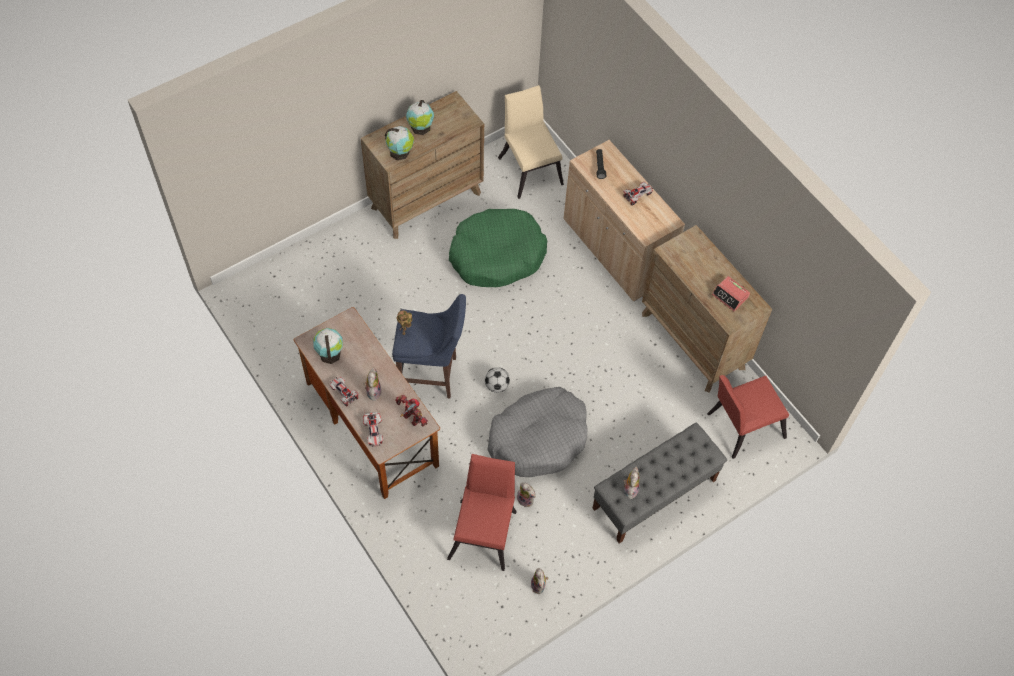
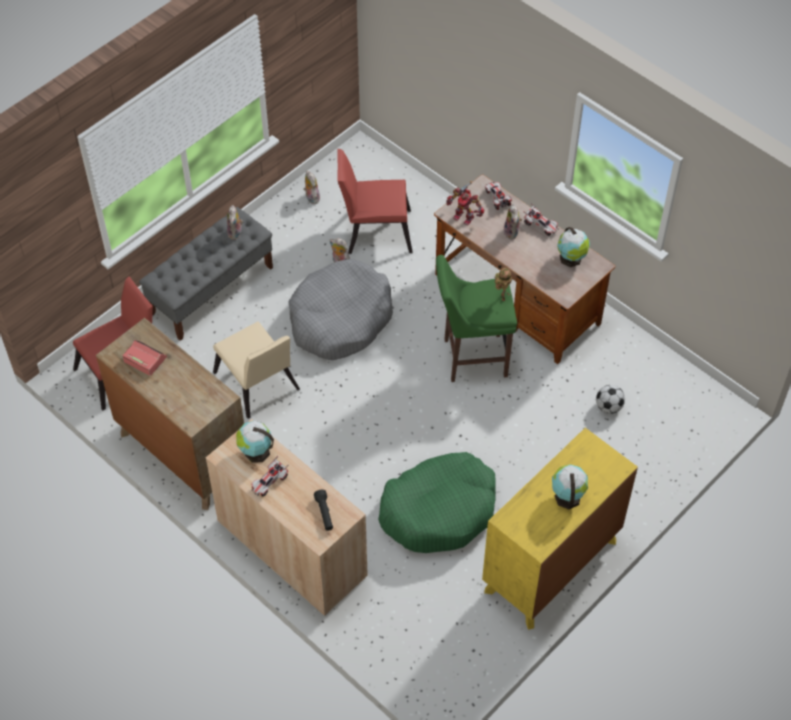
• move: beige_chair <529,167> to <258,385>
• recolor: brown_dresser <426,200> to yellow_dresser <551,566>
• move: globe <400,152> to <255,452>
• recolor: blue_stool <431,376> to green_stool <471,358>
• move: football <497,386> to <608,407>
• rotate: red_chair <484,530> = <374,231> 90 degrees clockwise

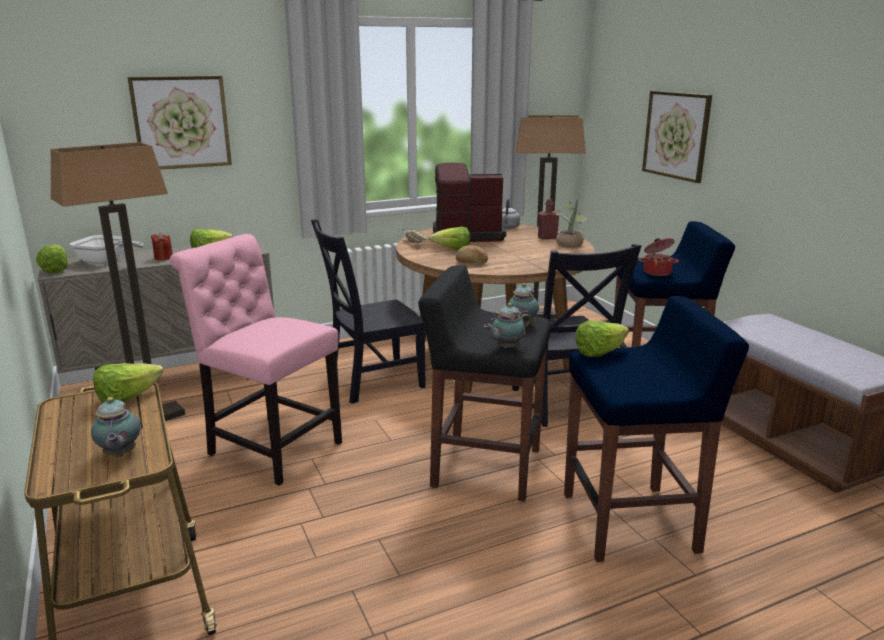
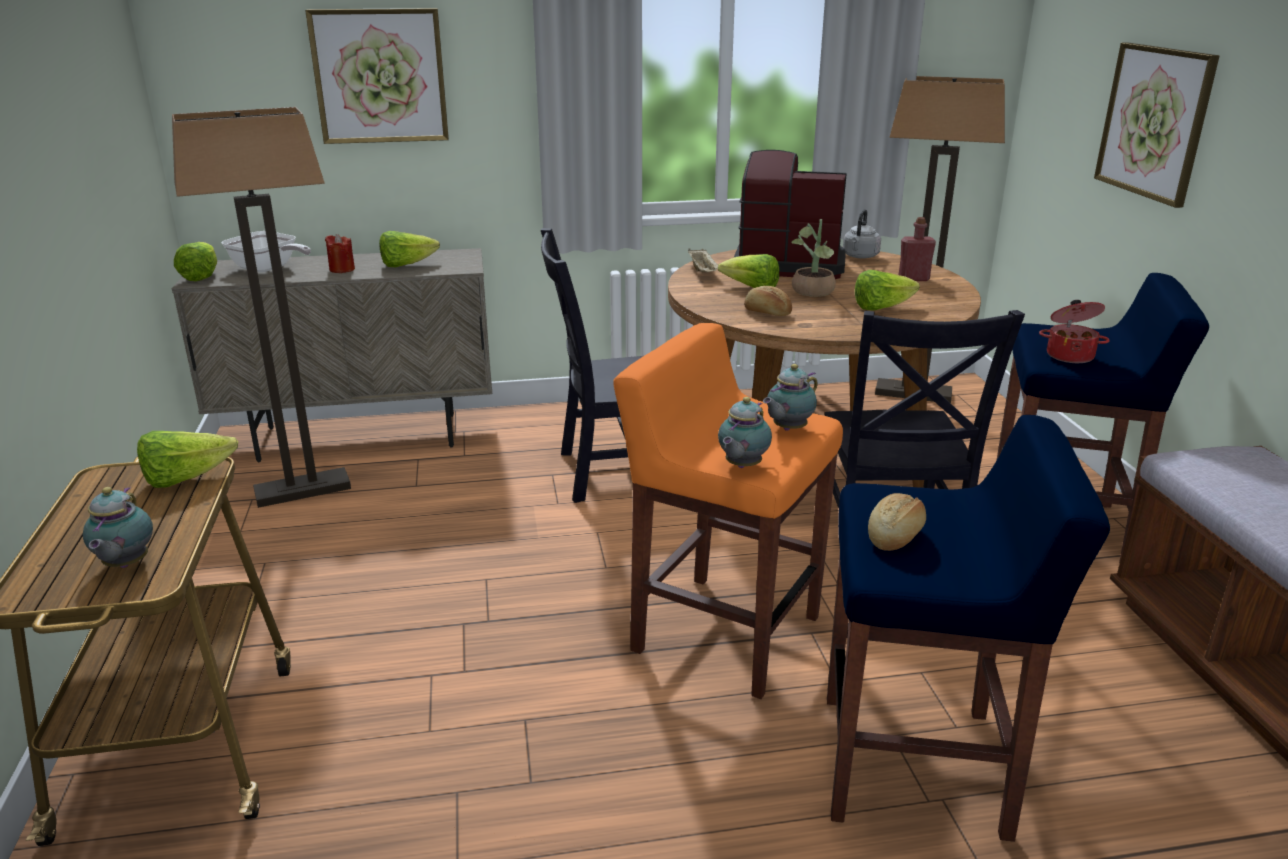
• move: potted_plant <570,245> to <812,292>
• delete: pink_chair <270,447>
• recolor: black_stool <484,467> to orange_stool <723,632>
• rotate: teapot <506,348> = <741,466> 45 degrees counterclockwise
• move: lettuce <599,353> to <881,308>
• insert: bread <896,535>

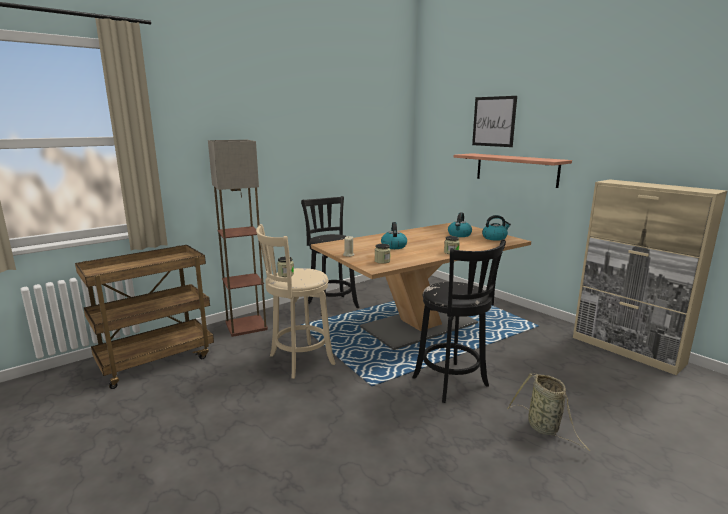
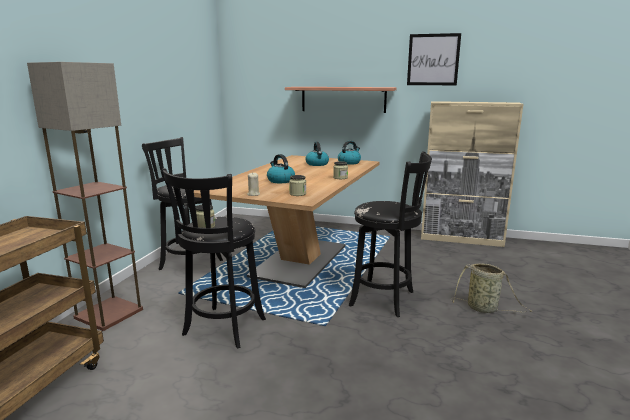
• move: picture <494,121> to <433,59>
• recolor: beige_stool <298,361> to black_stool <222,329>

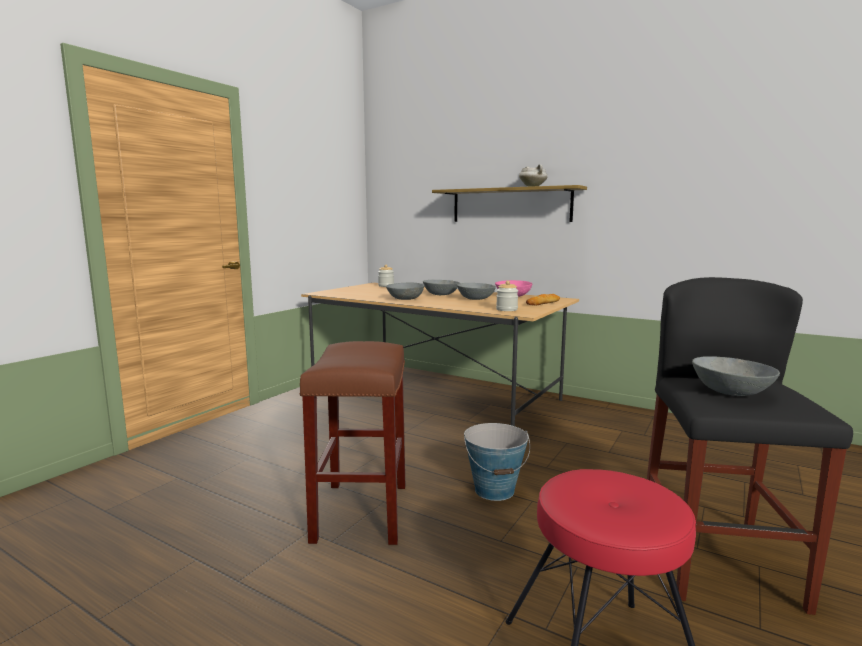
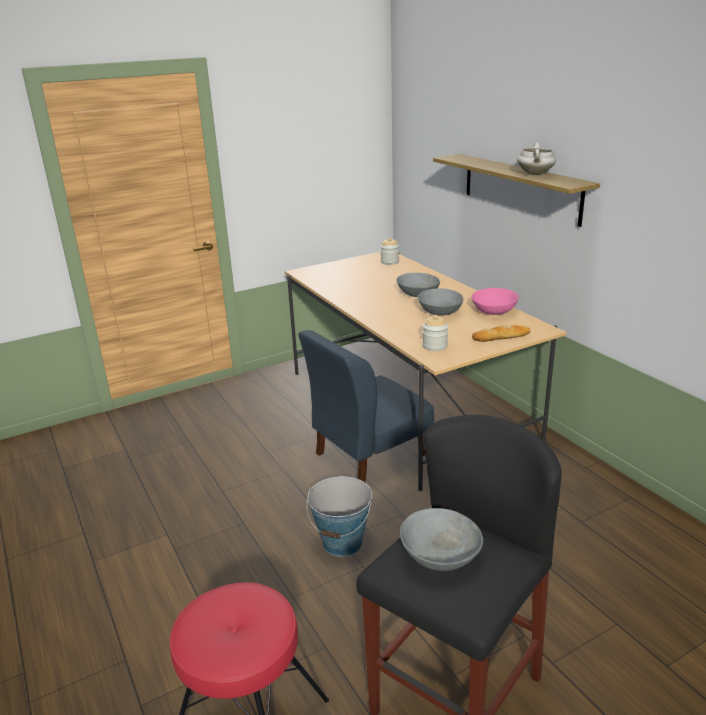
• delete: grey_bowl <405,299>
• delete: brown_stool <362,513>
• insert: blue_chair <369,454>

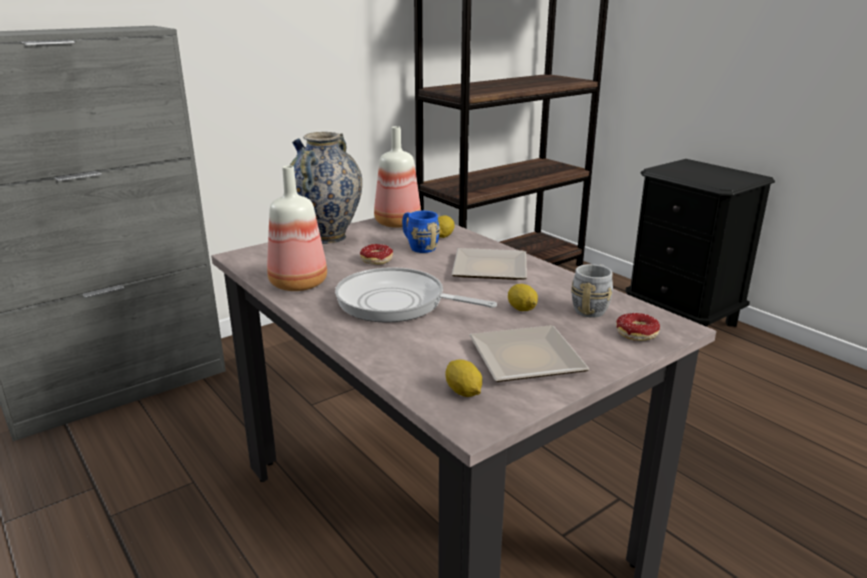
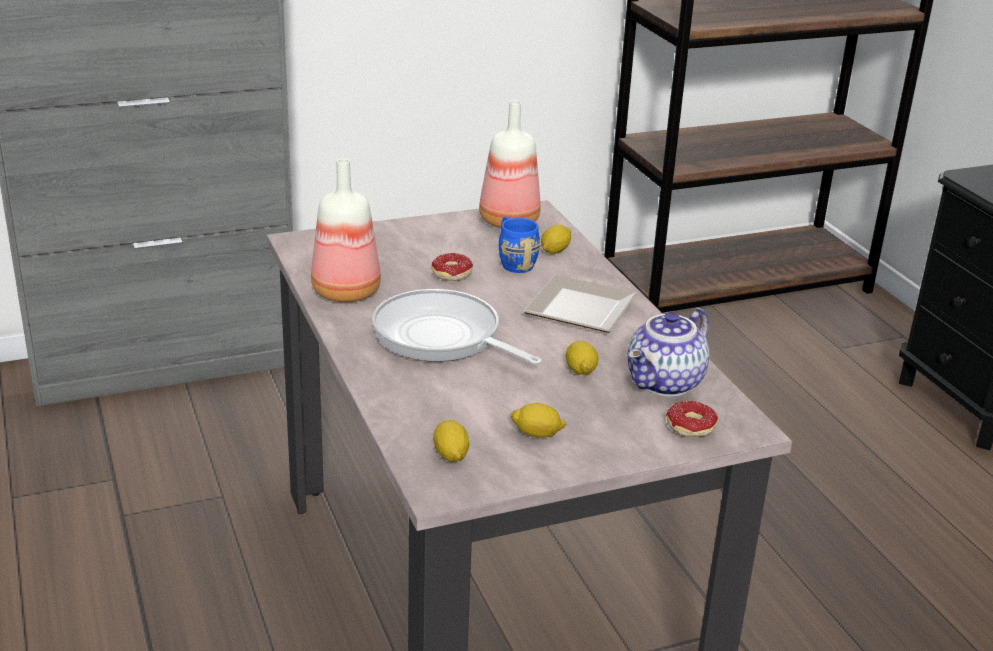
• delete: vase <327,237>
• replace: grey_mug <592,307> to teapot <666,384>
• replace: plate <523,361> to lemon <537,434>

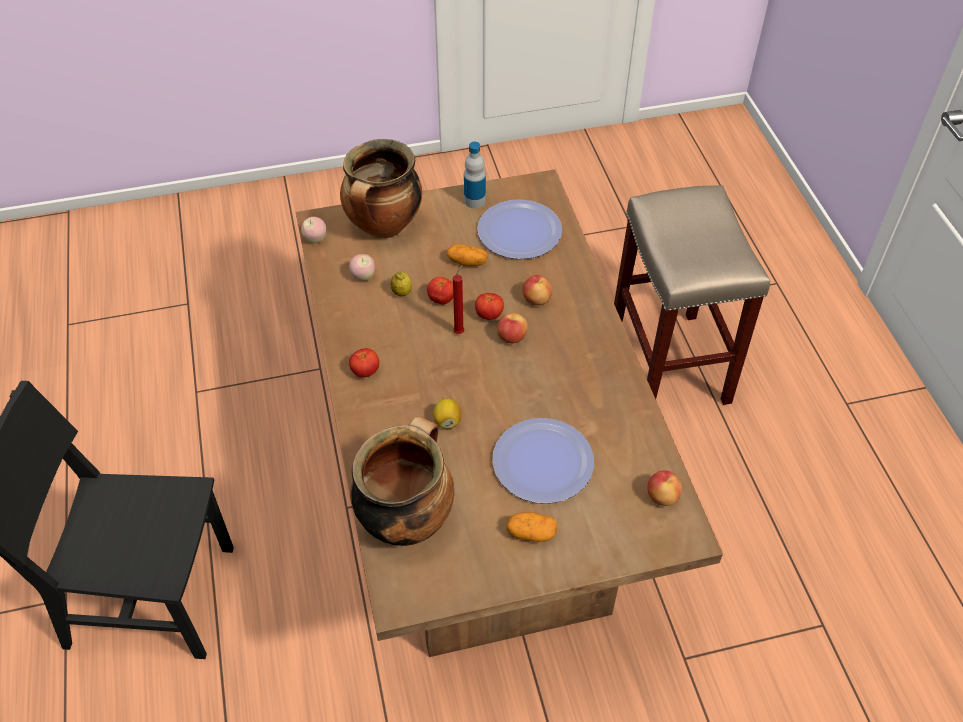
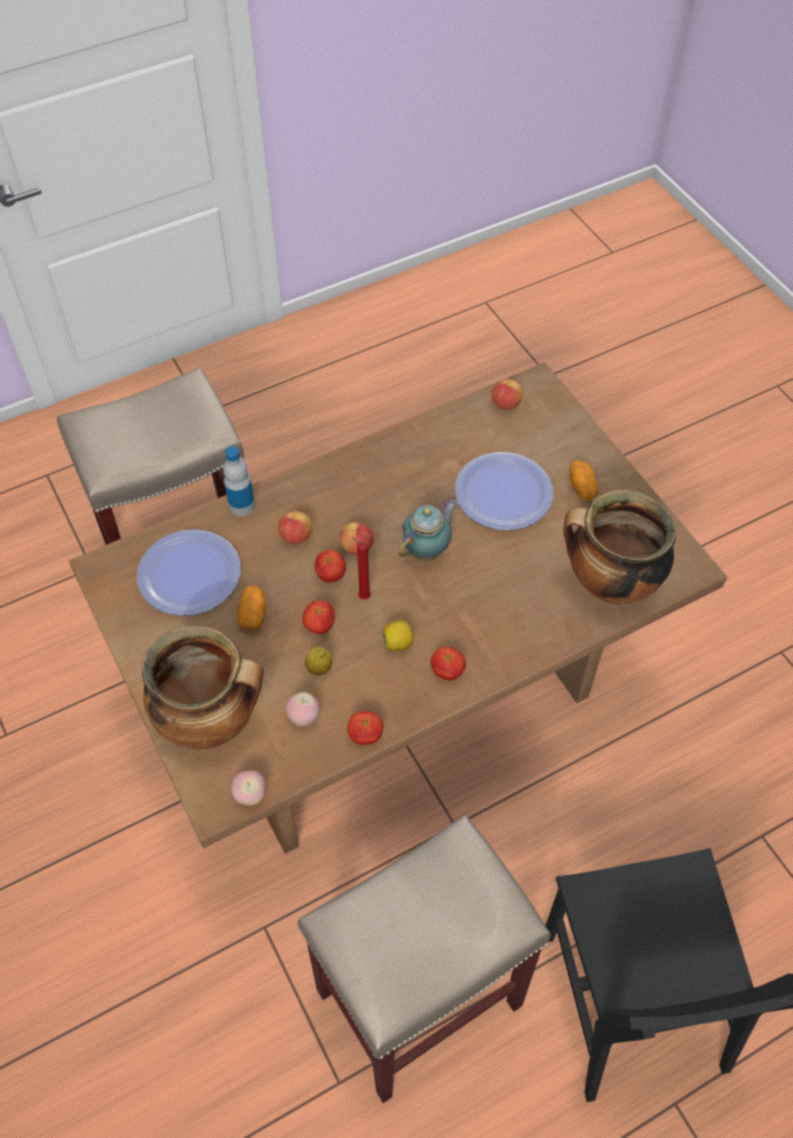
• move: bottle <474,201> to <242,506>
• move: lemon <447,421> to <398,643>
• insert: teapot <427,550>
• insert: tomato <365,735>
• insert: beige_stool <417,1000>

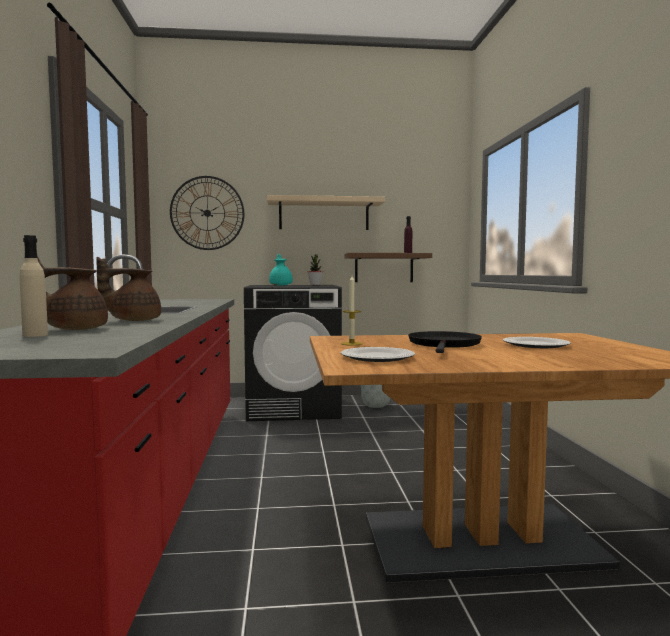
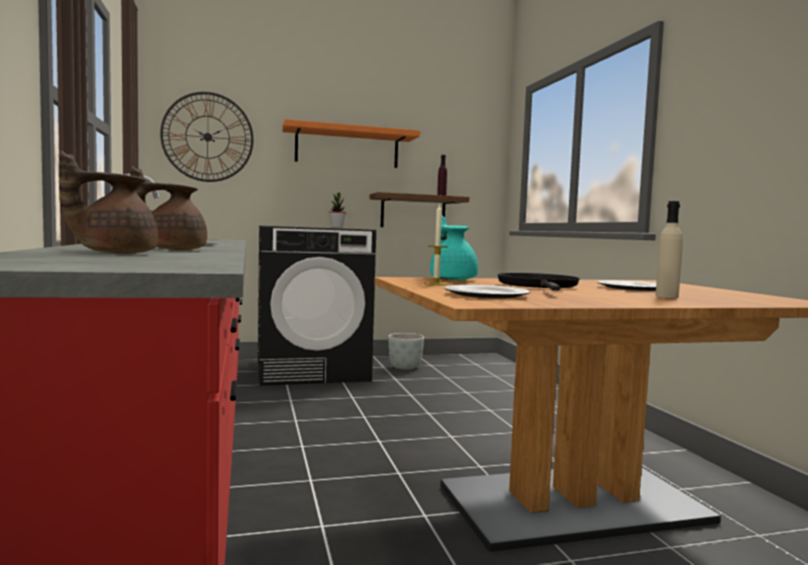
• recolor: beige_shelf <324,215> to orange_shelf <347,148>
• move: beige_bottle <35,335> to <666,296>
• move: turquoise_teapot <281,285> to <452,279>

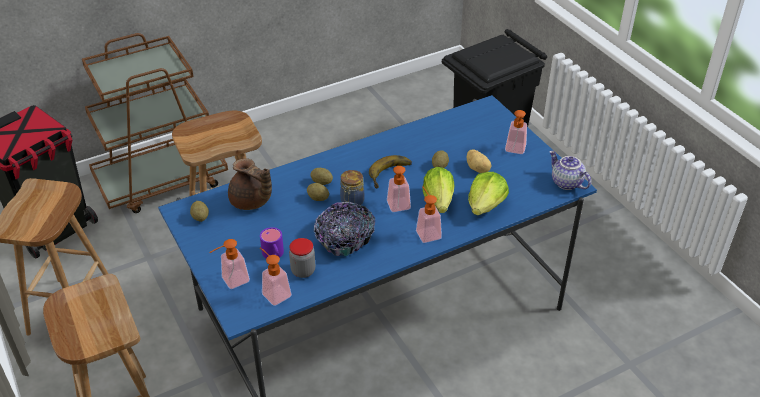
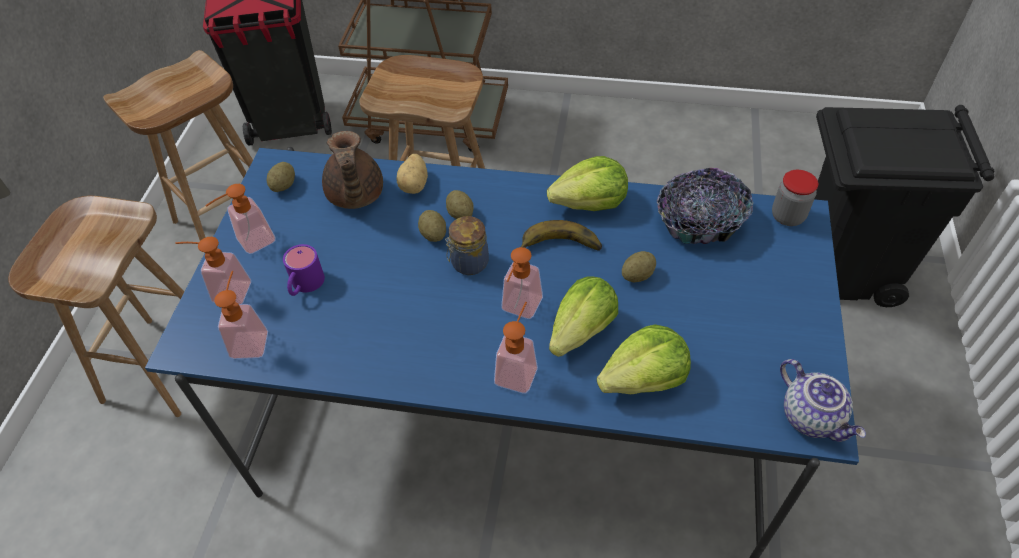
• move: soap_dispenser <514,151> to <250,243>
• move: potato <478,168> to <415,185>
• rotate: teapot <565,183> = <812,417> 150 degrees clockwise
• move: bowl <344,239> to <700,221>
• move: jar <303,271> to <787,216>
• insert: lettuce <590,203>

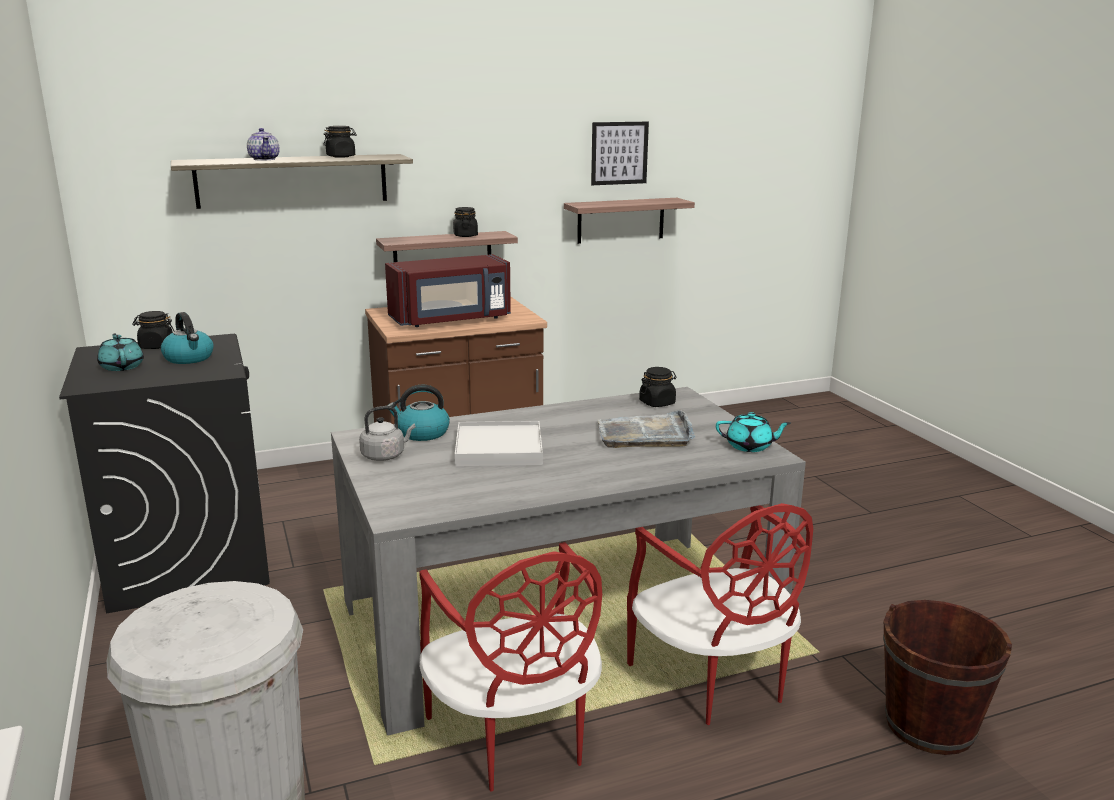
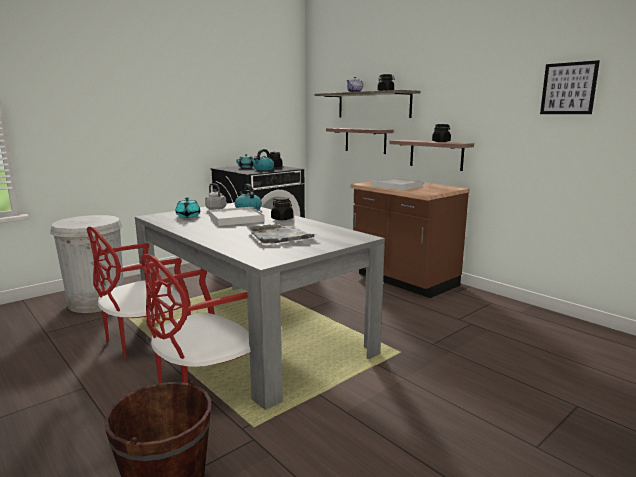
• move: shelf <621,220> to <365,140>
• replace: red_microwave <451,320> to white_tray <397,186>
• move: black_jar <657,403> to <282,219>
• move: turquoise_teapot <750,446> to <188,216>

